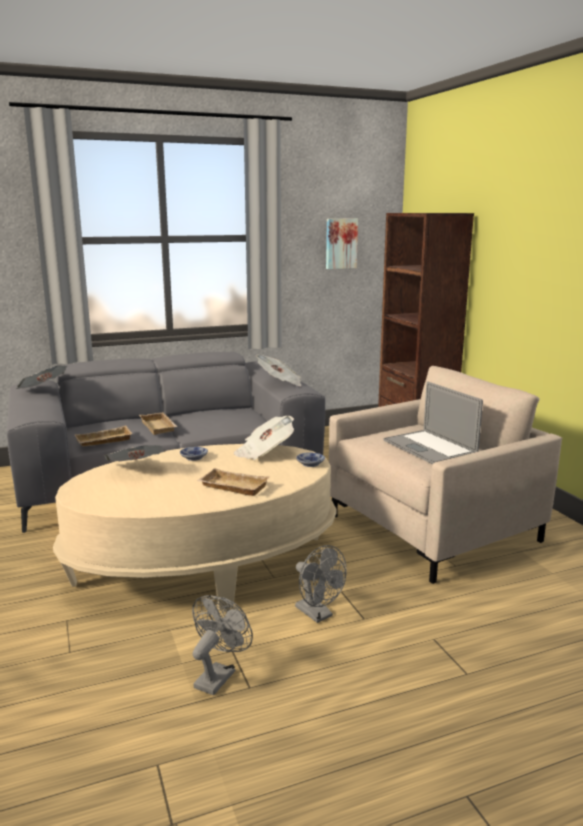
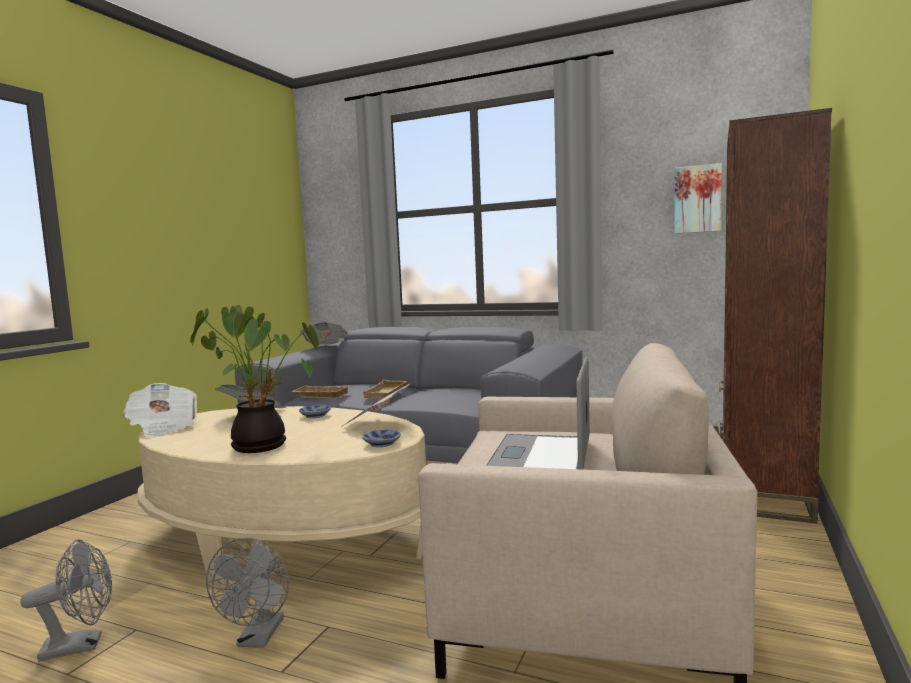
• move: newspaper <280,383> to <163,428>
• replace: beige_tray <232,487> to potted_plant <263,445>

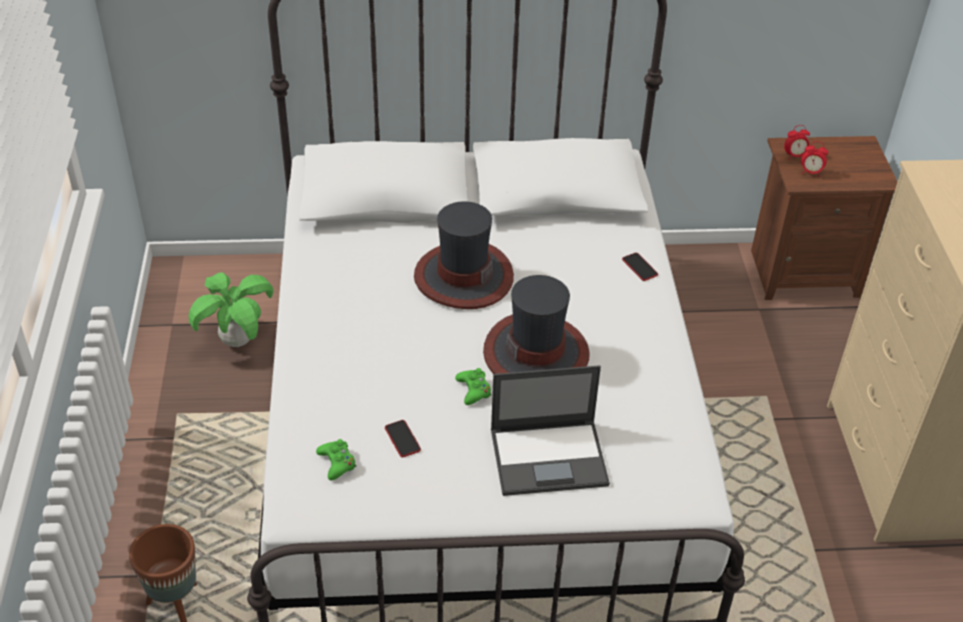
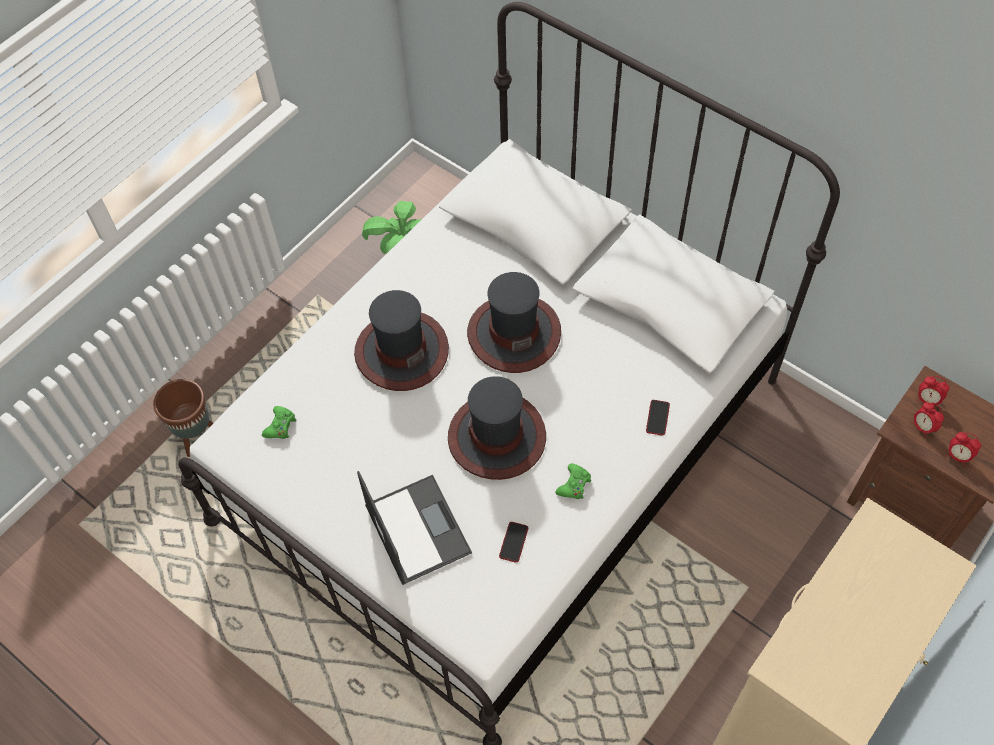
• rotate: laptop <550,457> = <416,528> 150 degrees counterclockwise
• move: green_game_controller <474,390> to <574,485>
• move: phone <402,439> to <513,542>
• insert: hat <401,351>
• insert: alarm_clock <957,456>

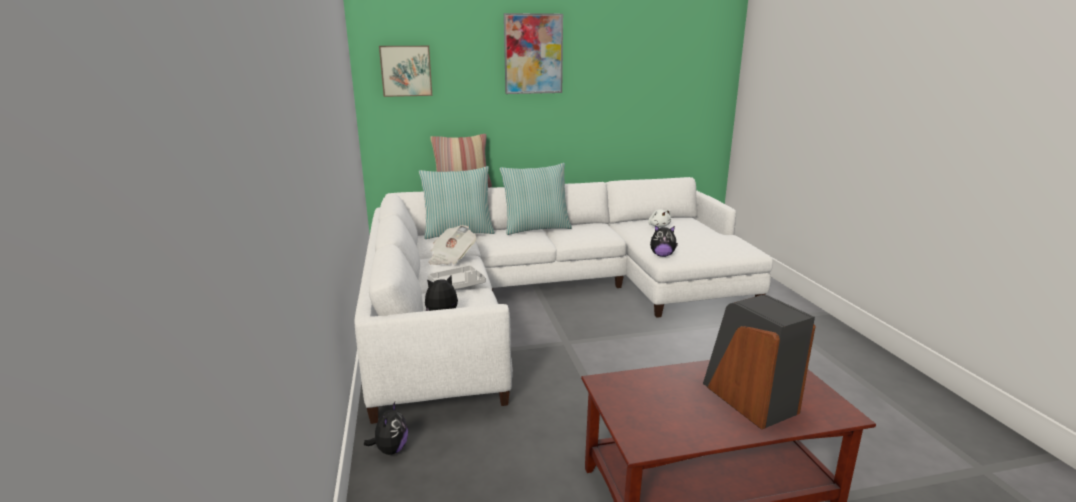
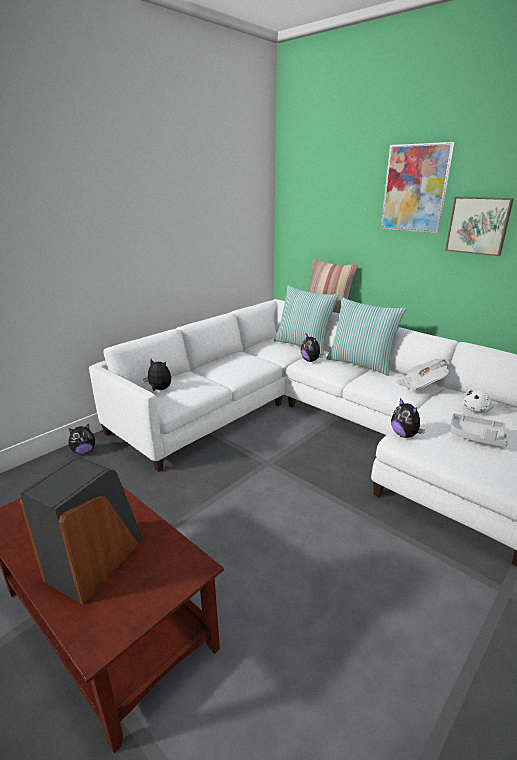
• move: picture <406,71> to <478,225>
• move: newspaper <451,258> to <420,385>
• move: grey_tray <457,285> to <476,436>
• insert: plush_toy <310,360>

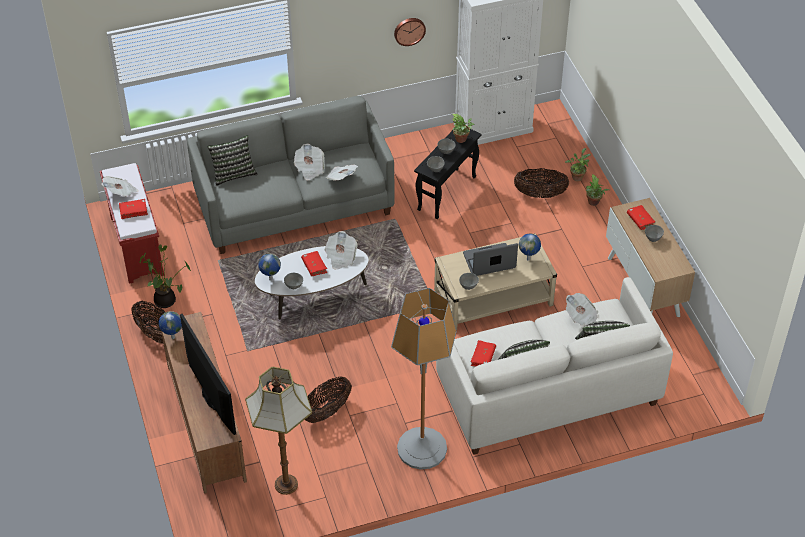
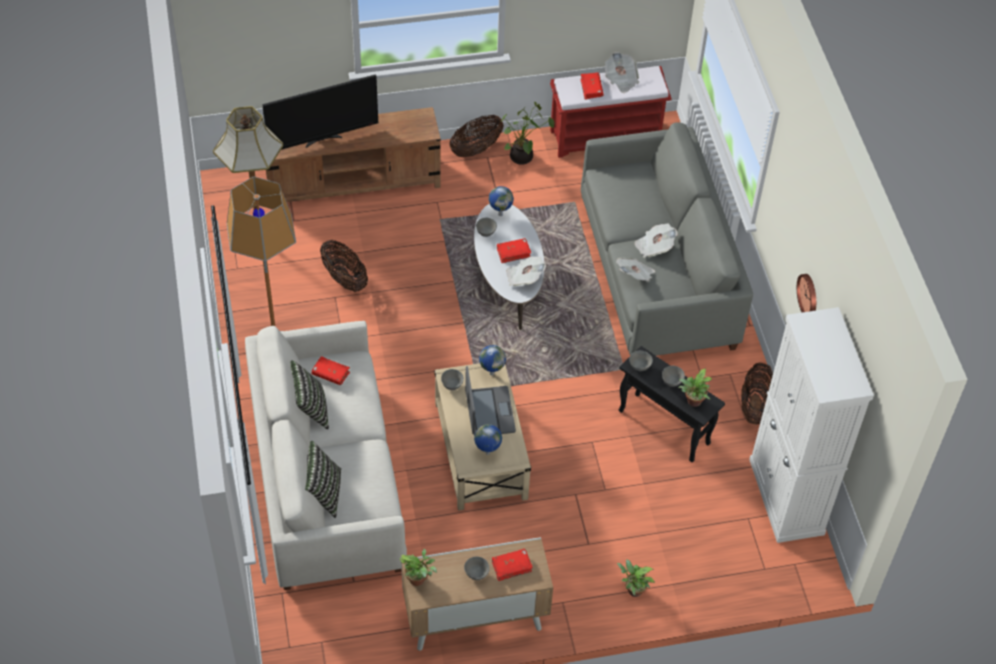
• delete: pillow <233,173>
• move: potted_plant <577,176> to <419,579>
• move: basket <540,194> to <755,406>
• delete: newspaper <581,317>
• move: globe <172,337> to <491,373>

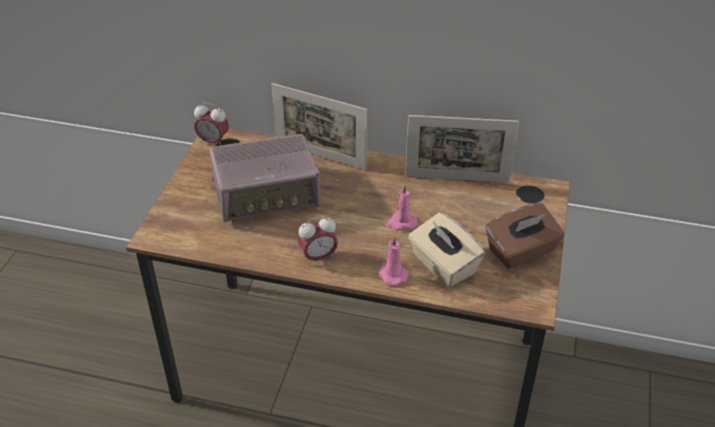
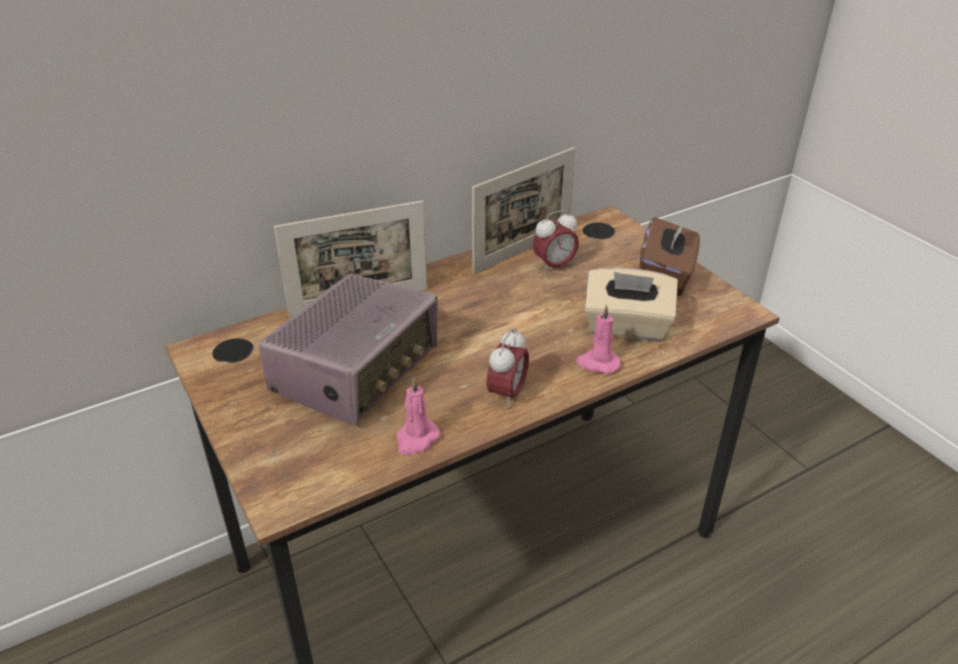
• move: alarm_clock <213,141> to <554,266>
• move: pink_candle <401,223> to <416,439>

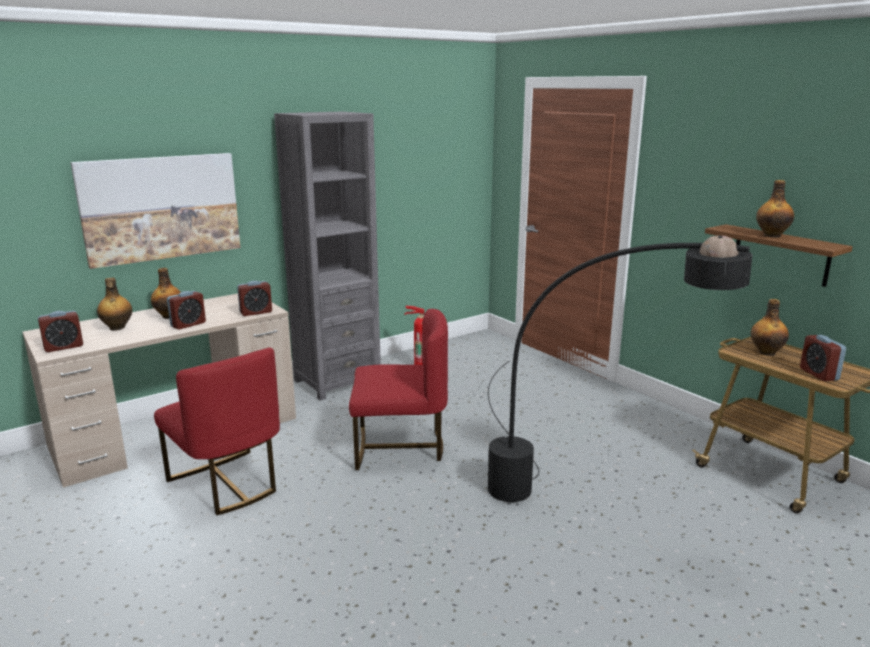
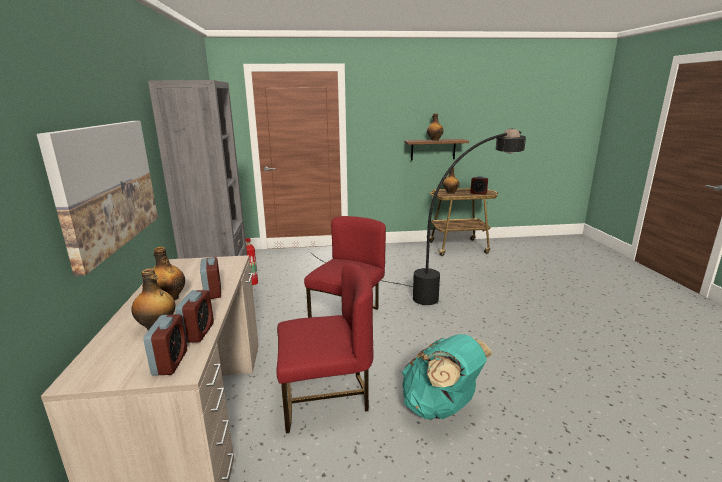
• move: alarm_clock <256,312> to <198,332>
• insert: turquoise_backpack <441,407>

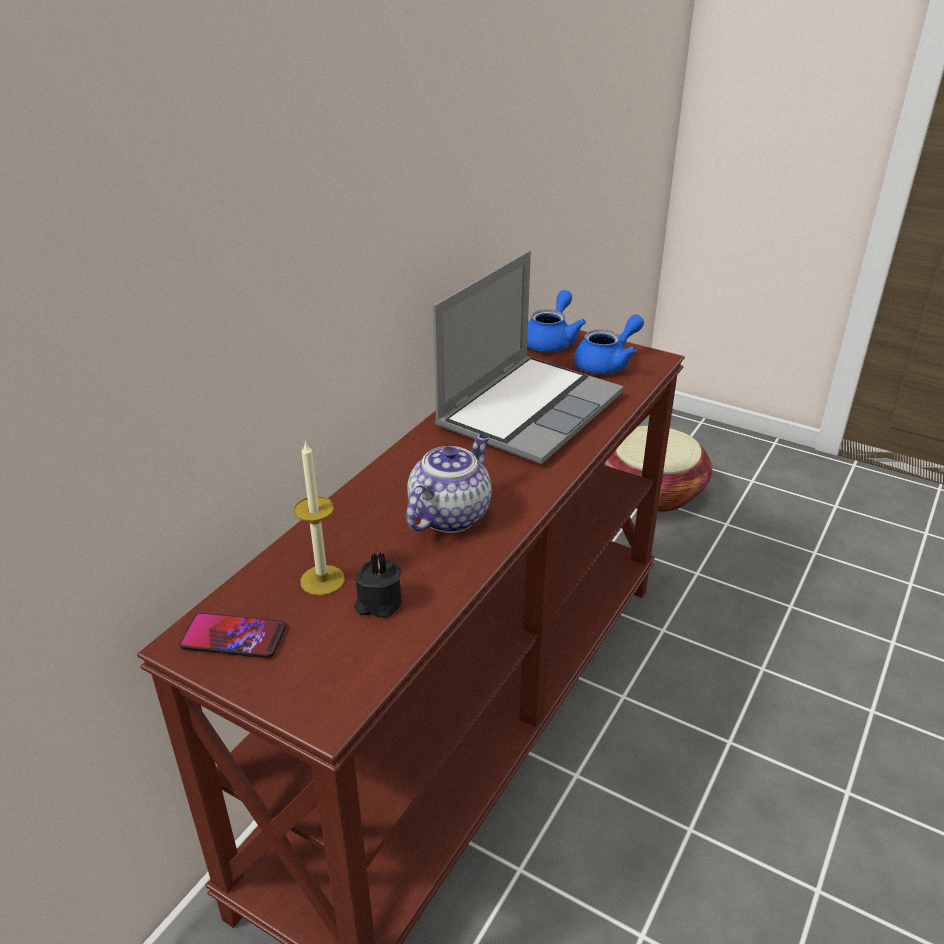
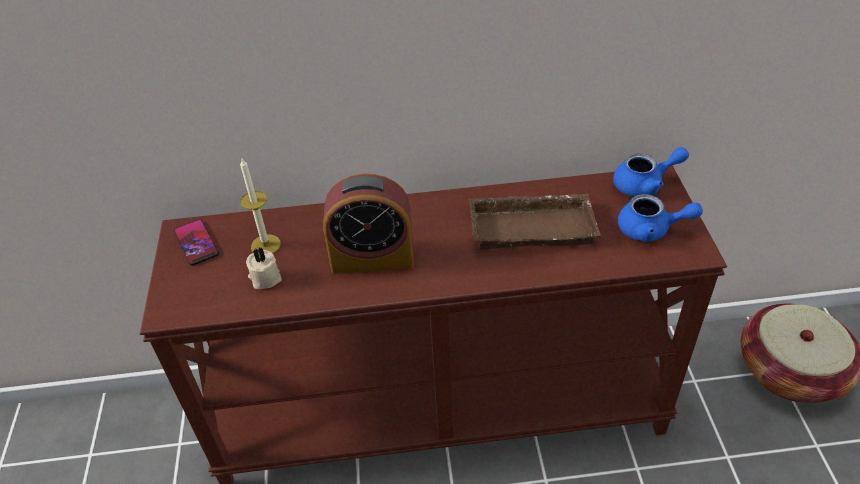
• replace: laptop <529,410> to brown_tray <533,226>
• replace: teapot <450,514> to alarm_clock <372,258>
• recolor: black_candle <378,603> to beige_candle <265,278>

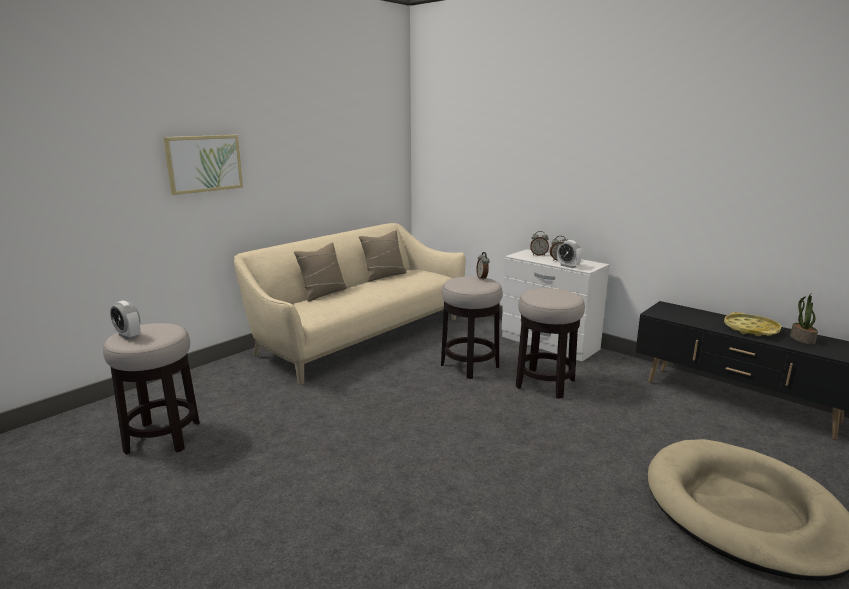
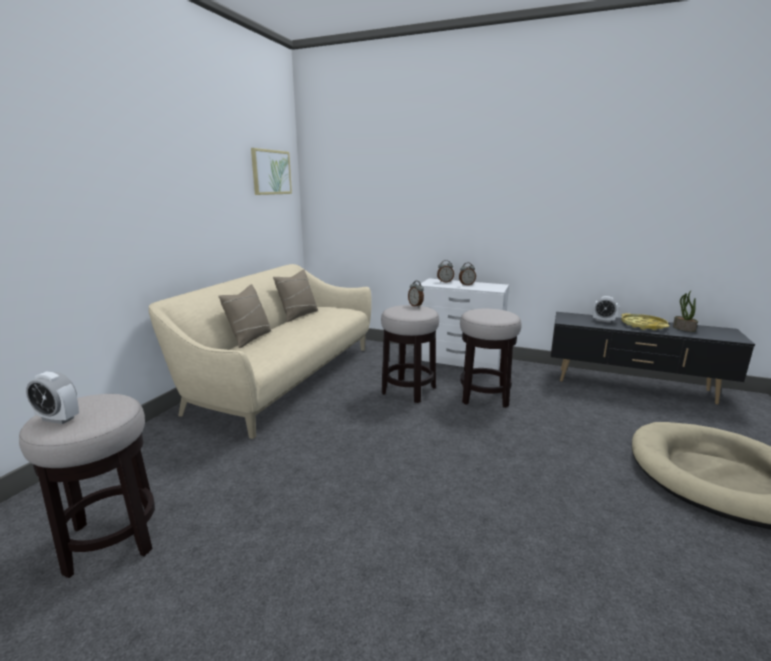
• move: picture <204,163> to <271,172>
• move: alarm_clock <568,266> to <603,320>

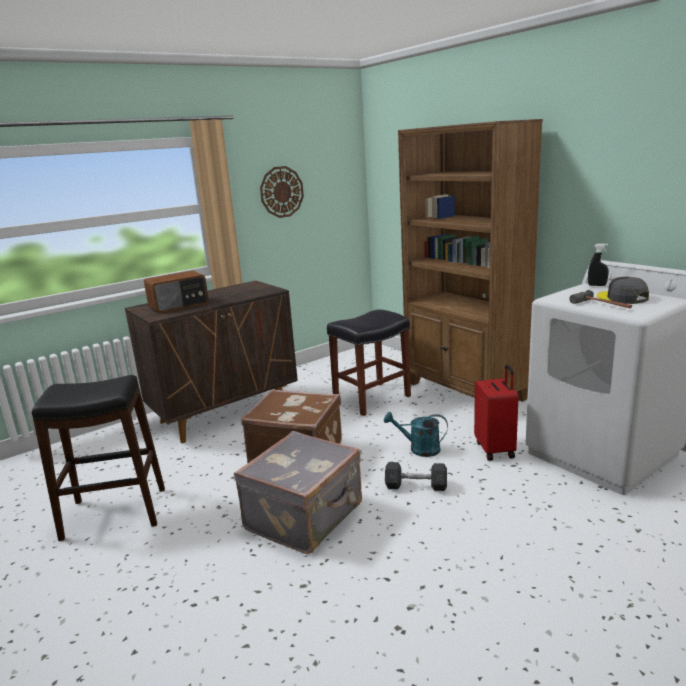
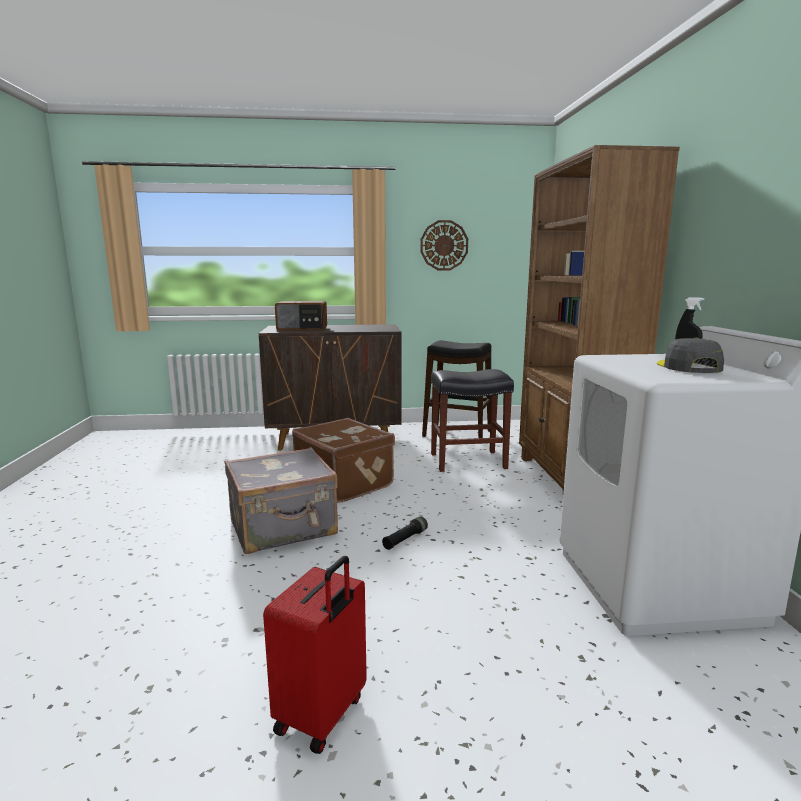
• delete: hammer <602,306>
• move: red_suitcase <496,449> to <322,715>
• move: black_stool <114,513> to <457,433>
• delete: turquoise_watering_can <419,449>
• replace: grey_dumbbell <416,486> to black_flashlight <405,539>

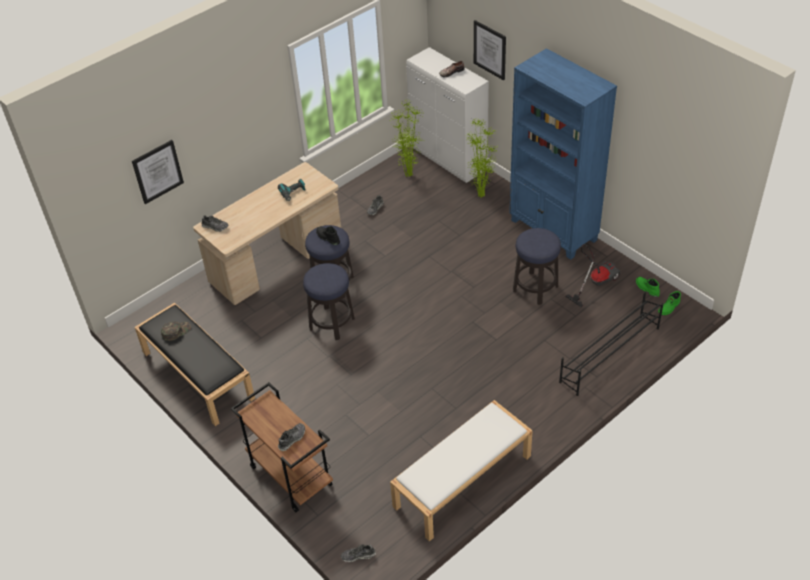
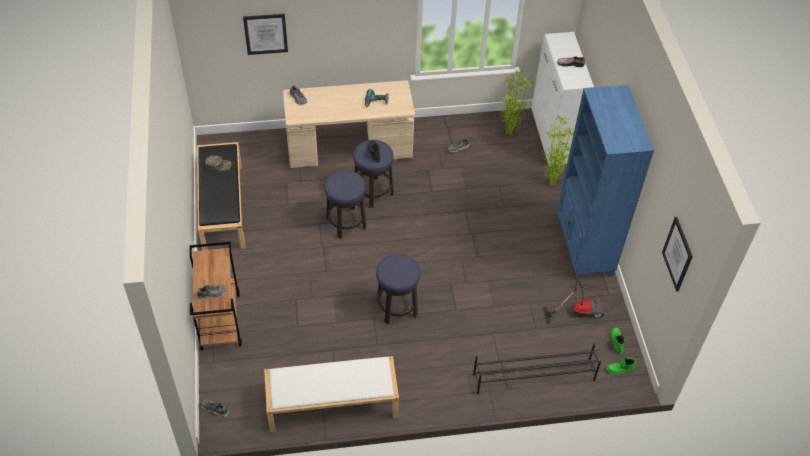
• move: picture <490,50> to <677,254>
• move: stool <535,288> to <397,307>

